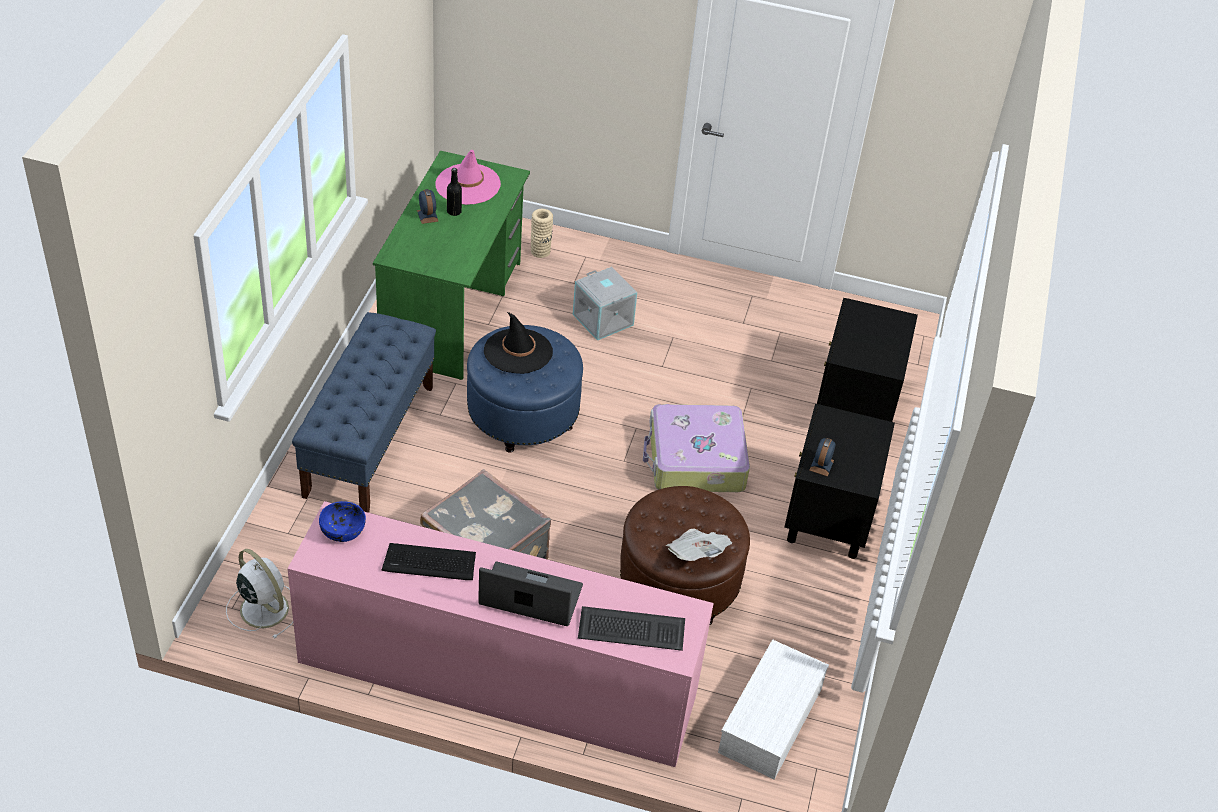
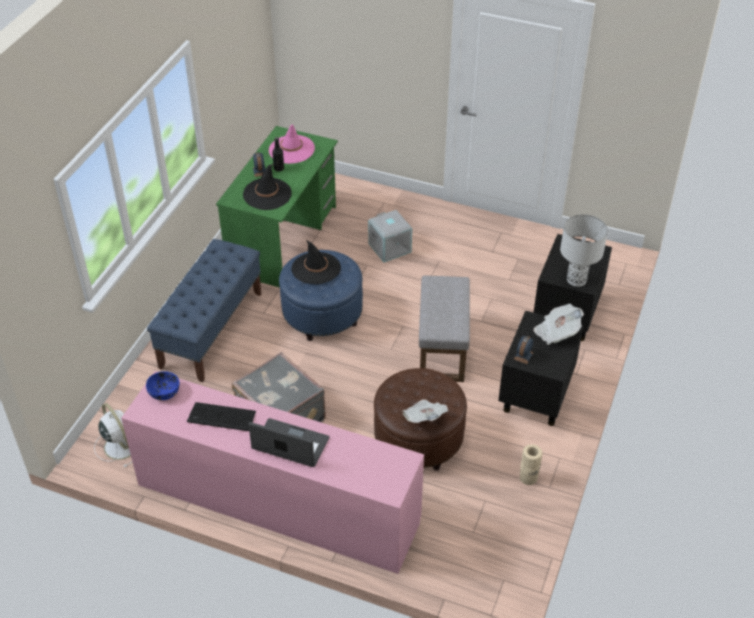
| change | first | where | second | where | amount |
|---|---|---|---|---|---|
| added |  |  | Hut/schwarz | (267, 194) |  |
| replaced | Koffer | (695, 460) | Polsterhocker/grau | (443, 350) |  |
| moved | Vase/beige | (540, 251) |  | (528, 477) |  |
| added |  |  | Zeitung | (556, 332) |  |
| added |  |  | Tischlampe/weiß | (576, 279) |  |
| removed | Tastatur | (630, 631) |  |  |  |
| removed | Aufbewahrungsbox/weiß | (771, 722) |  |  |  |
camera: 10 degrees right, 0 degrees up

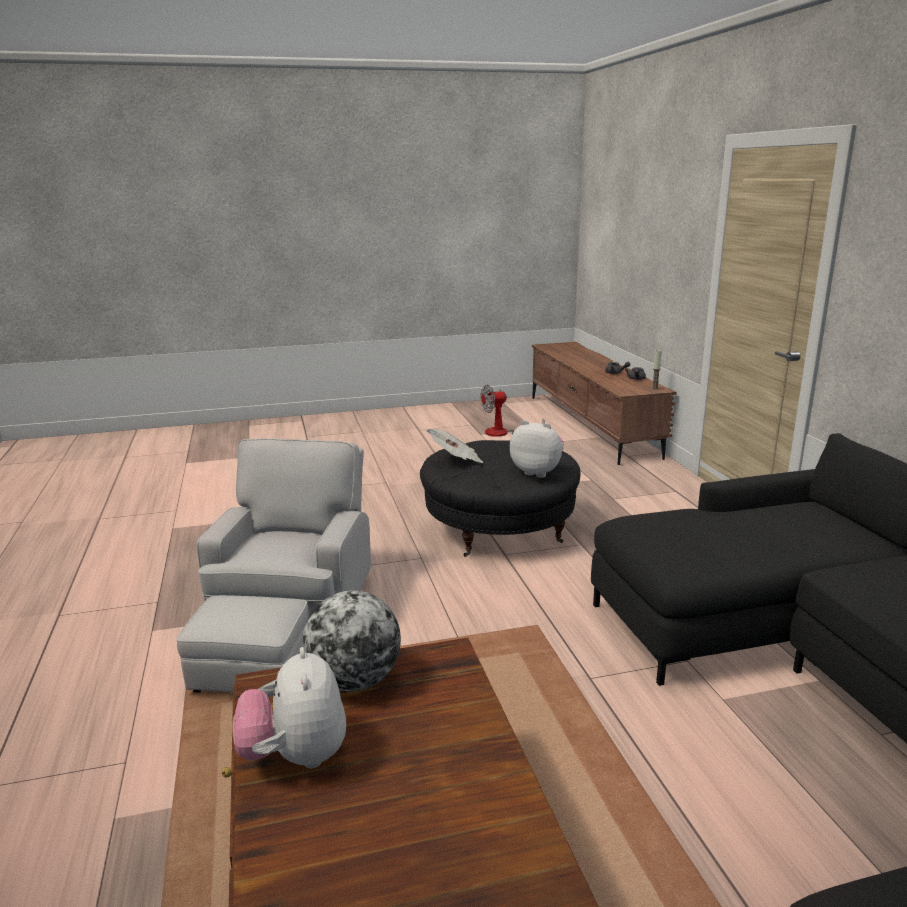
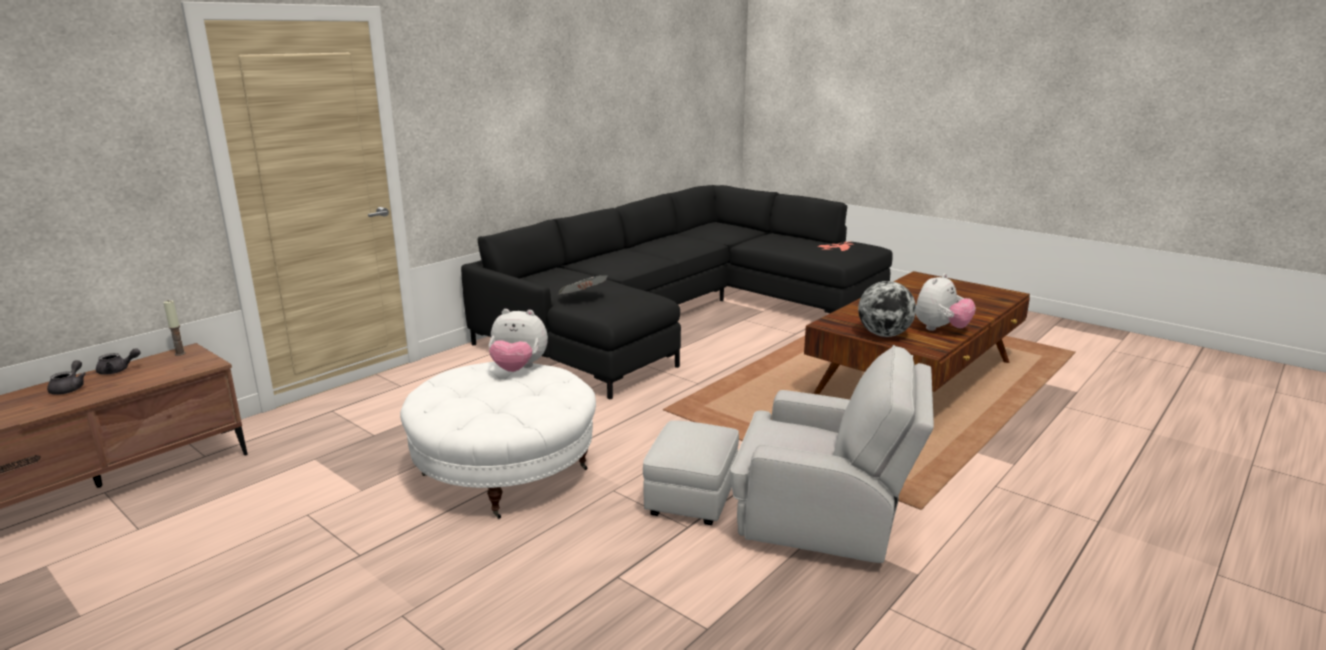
| change | first | where | second | where | amount |
|---|---|---|---|---|---|
| recoloured | Polsterhocker/schwarz | (499, 529) | Polsterhocker/weiß | (505, 472) |  |
| turned | Plüschtier | (537, 472) |  | (518, 369) | 75 degrees counterclockwise |
| moved | Zeitung | (455, 460) |  | (582, 298) |  |
| turned | Sessel/weiß | (286, 614) |  | (791, 514) | 135 degrees counterclockwise |
| removed | Ventilator | (503, 434) |  |  |  |
camera: 125 degrees left, 0 degrees up

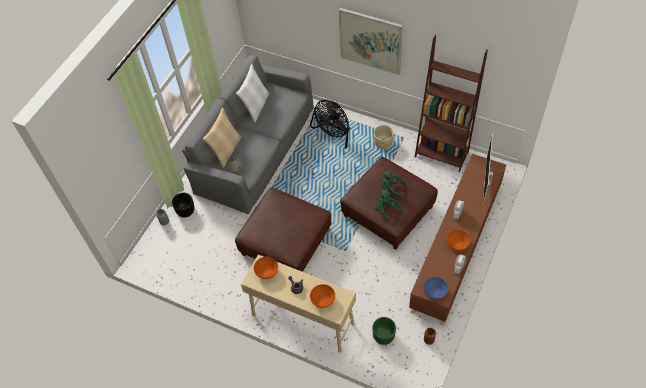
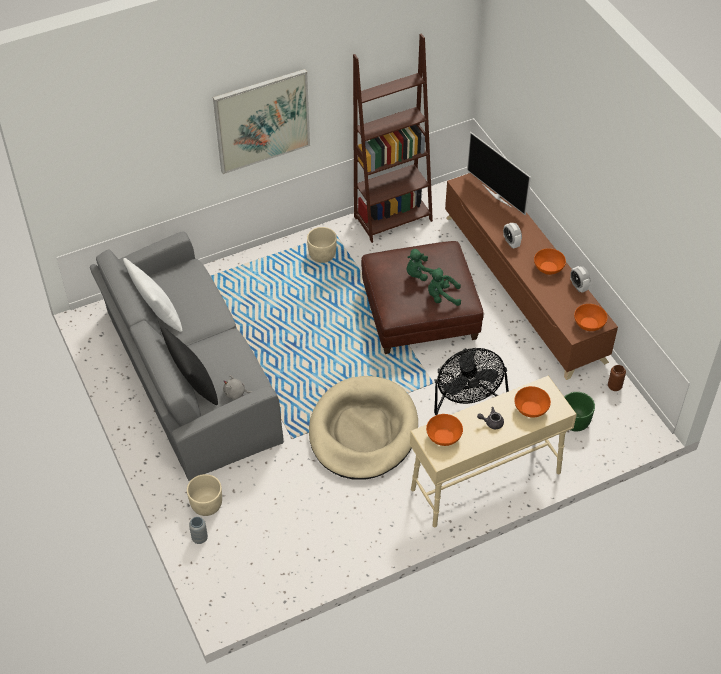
| change | first | where | second | where | amount |
|---|---|---|---|---|---|
| recoloured | Kissen/beige | (226, 150) | Kissen/schwarz | (193, 385) |  |
| recoloured | Pflanzkübel/schwarz | (185, 210) | Pflanzkübel/beige | (206, 504) |  |
| replaced | Polsterhocker/braun | (285, 242) | Hundebett/beige | (363, 431) |  |
| moved | Ventilator/schwarz | (333, 132) |  | (463, 397) |  |
| recoloured | Schüssel/blau | (435, 291) | Schüssel/orange | (589, 324) |  |
camera: 55 degrees left, 5 degrees down

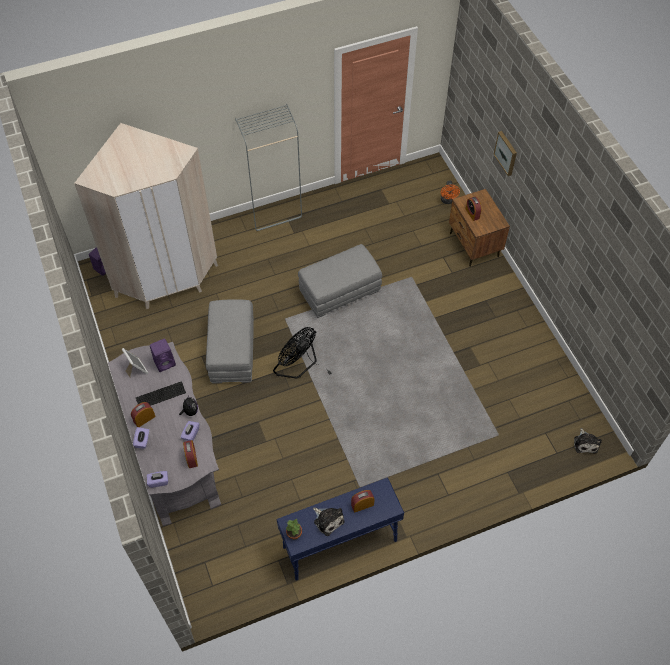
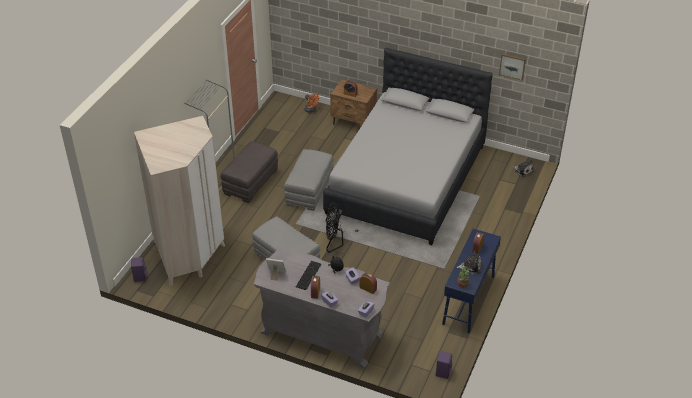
| change | first | where | second | where | amount |
|---|---|---|---|---|---|
| added |  |  | Polsterhocker/grau | (250, 182) |  |
| added |  |  | Bett/grau | (407, 179) |  |
| moved | Lautsprecher/lila | (165, 362) |  | (443, 371) |  |
| moved | Bild | (506, 153) |  | (512, 66) |  |
camera: 45 degrees left, 15 degrees down

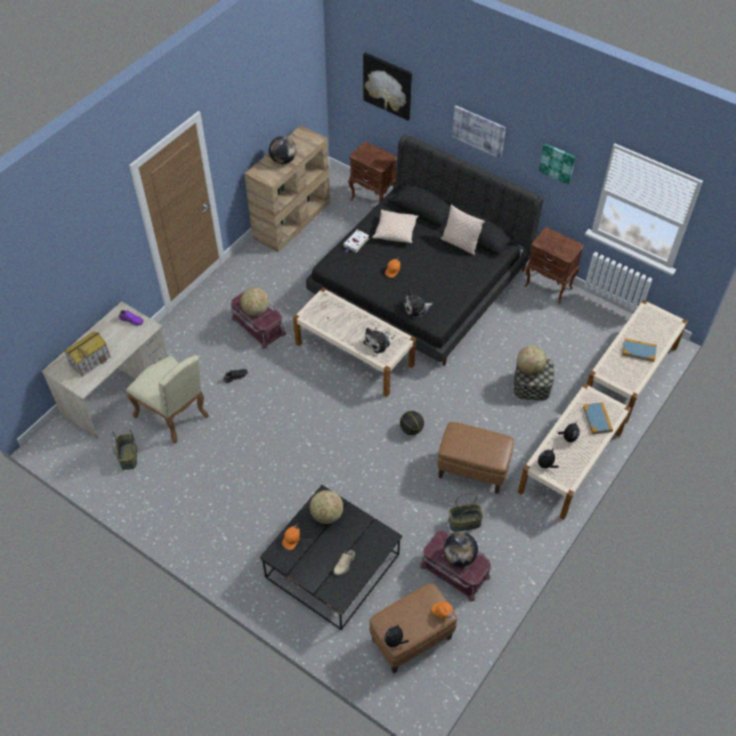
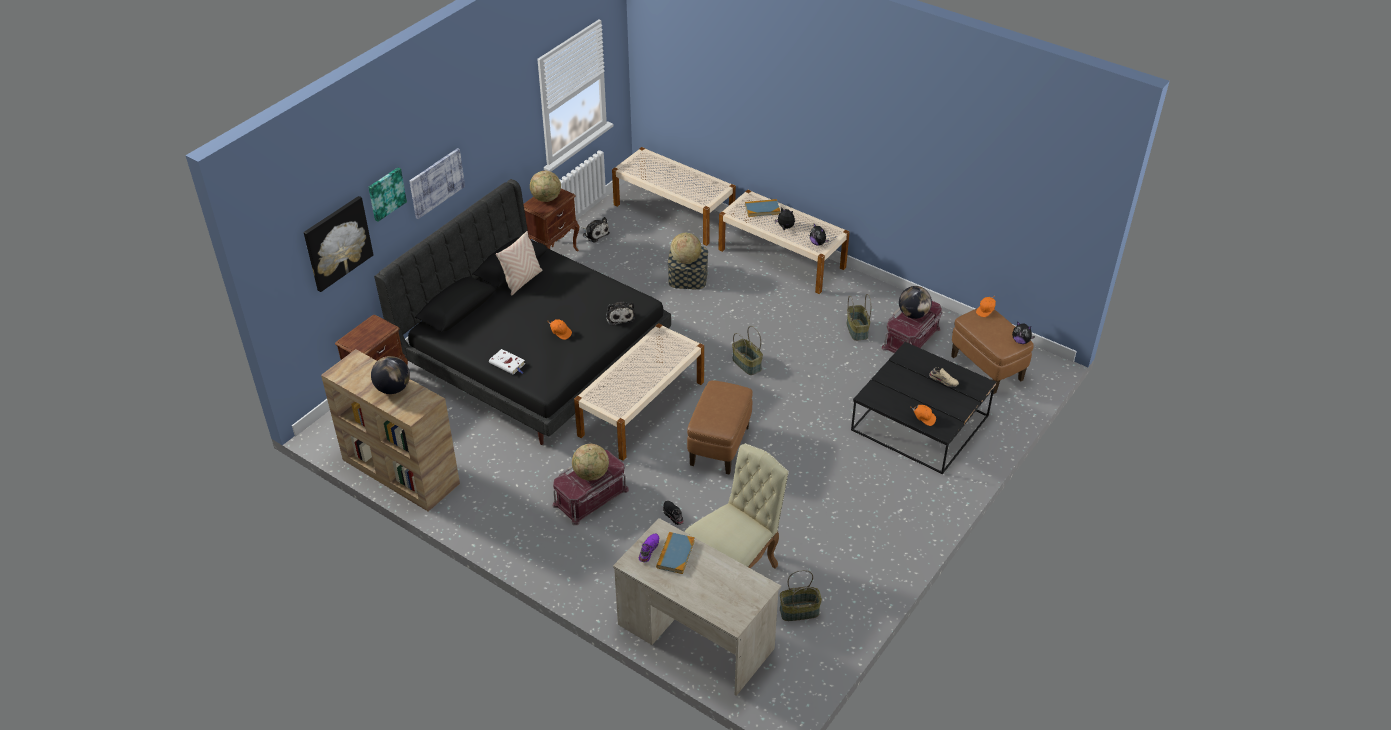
| change | first | where | second | where | amount |
|---|---|---|---|---|---|
| moved | Bild | (557, 162) |  | (386, 193) |  |
| moved | Globus | (326, 515) |  | (546, 199) |  |
| moved | Plüschtier | (378, 343) |  | (595, 234) |  |
| moved | Buch | (639, 351) |  | (675, 554) |  |
| moved | Polsterhocker/braun | (472, 470) |  | (719, 446) |  |
| replaced | Basketball | (411, 429) | Korb | (747, 364) |  |
| removed | Spielzeughaus | (90, 361) |  |  |  |
| removed | Kissen/beige | (395, 231) |  |  |  |
camera: 90 degrees left, 10 degrees down

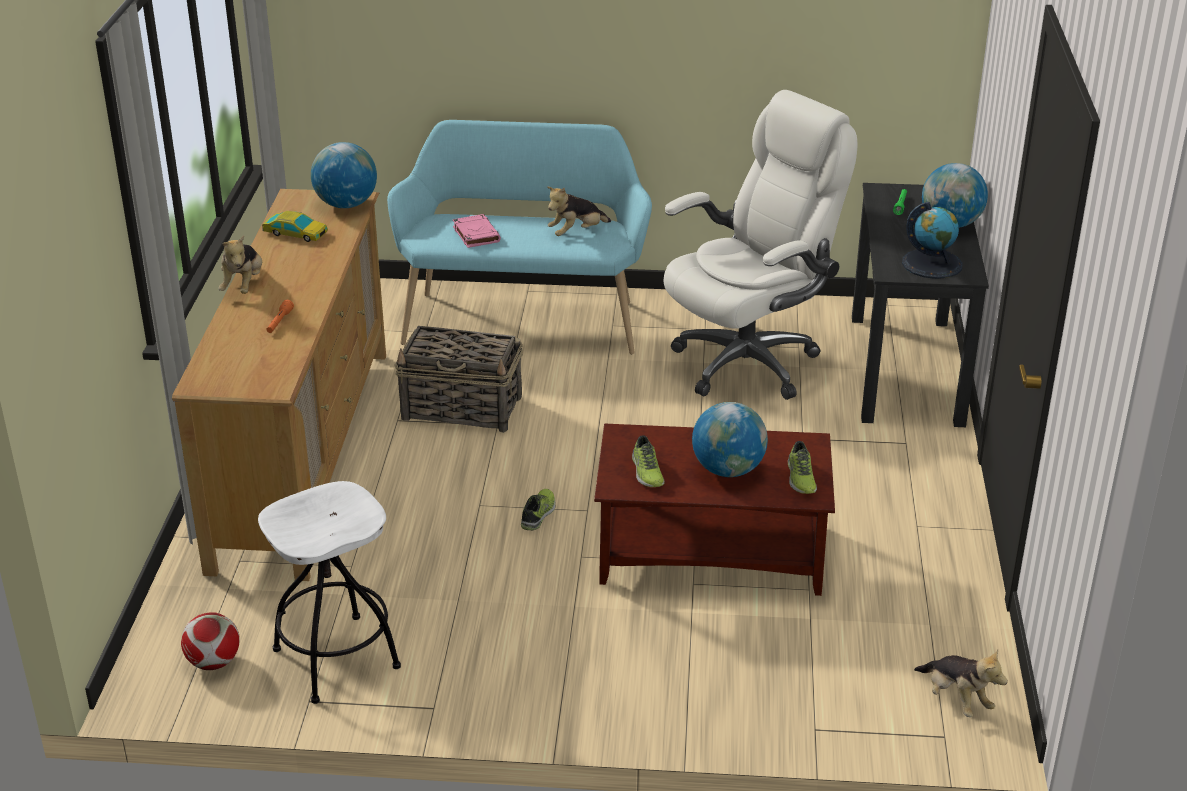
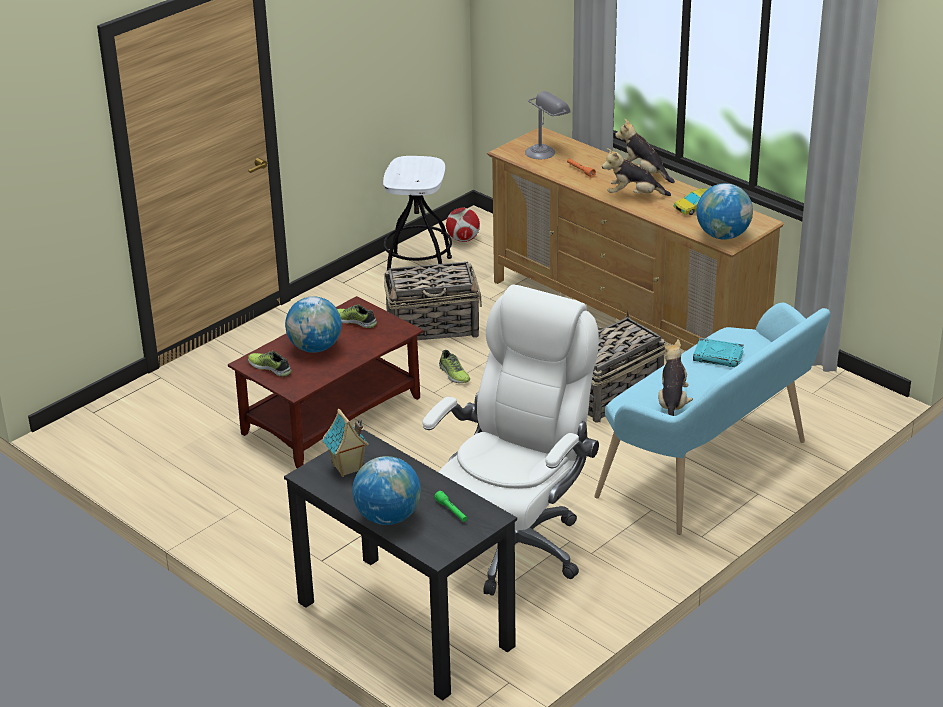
| change | first | where | second | where | amount |
|---|---|---|---|---|---|
| replaced | Globus | (932, 263) | Spielzeughaus | (347, 469) |  |
| added |  |  | Korb | (434, 327) |  |
| turned | Bürostuhl/weiß | (748, 363) |  | (515, 547) | 150 degrees counterclockwise |
| added |  |  | Tischlampe/grau | (545, 150) |  |
| moved | Plüschtier | (956, 699) |  | (633, 195) |  |
| recoloured | Buch/rosa | (476, 234) | Buch/türkis | (718, 356) |  |
camera: 130 degrees right, 0 degrees up

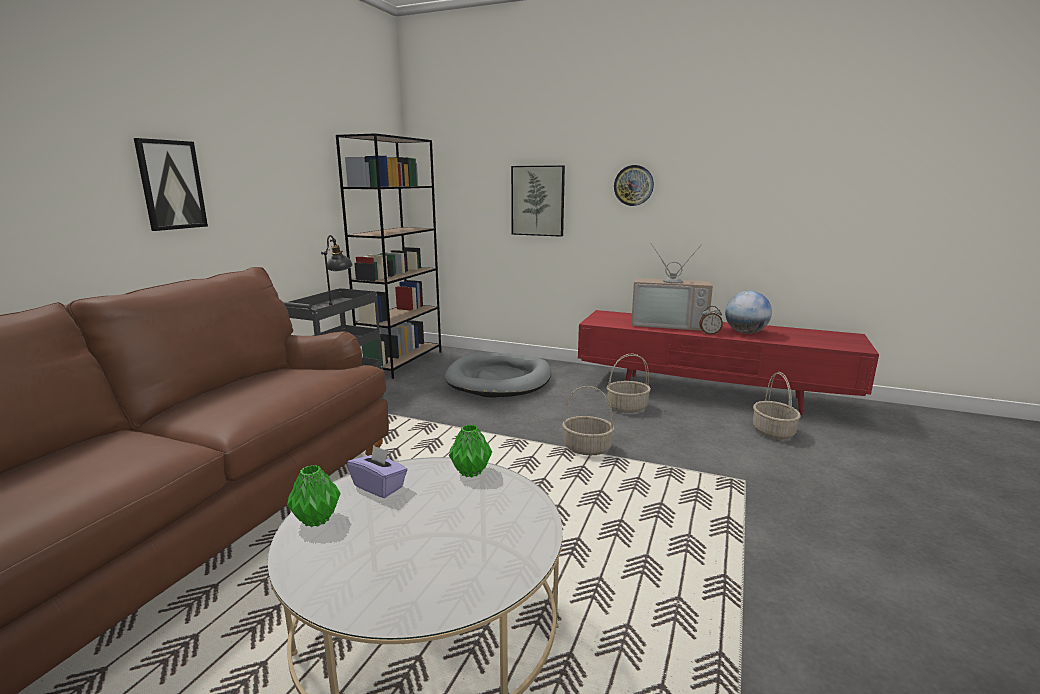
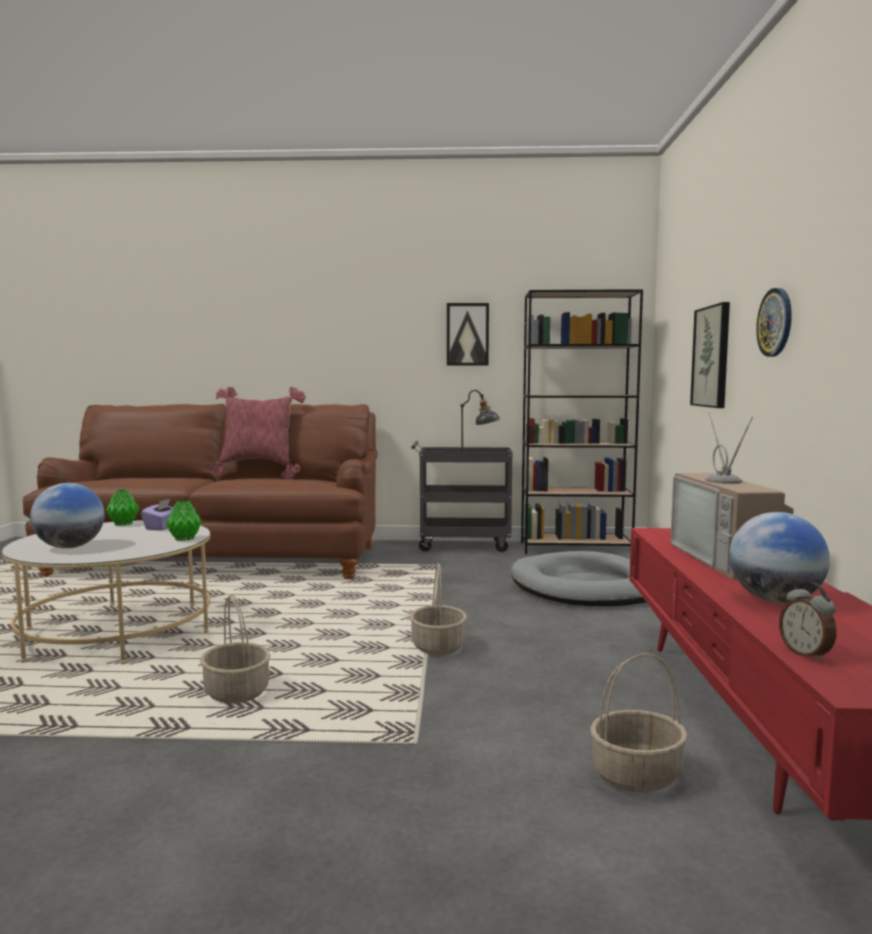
| change | first | where | second | where | amount |
|---|---|---|---|---|---|
| added |  |  | Globus | (70, 547) |  |
| moved | Korb | (627, 407) |  | (237, 692) |  |
| added |  |  | Kissen/rot | (259, 476) |  |
| moved | Bild | (171, 185) |  | (467, 334) |  |
| moved | Wecker | (709, 333) |  | (806, 654) |  |
camera: 70 degrees right, 10 degrees down

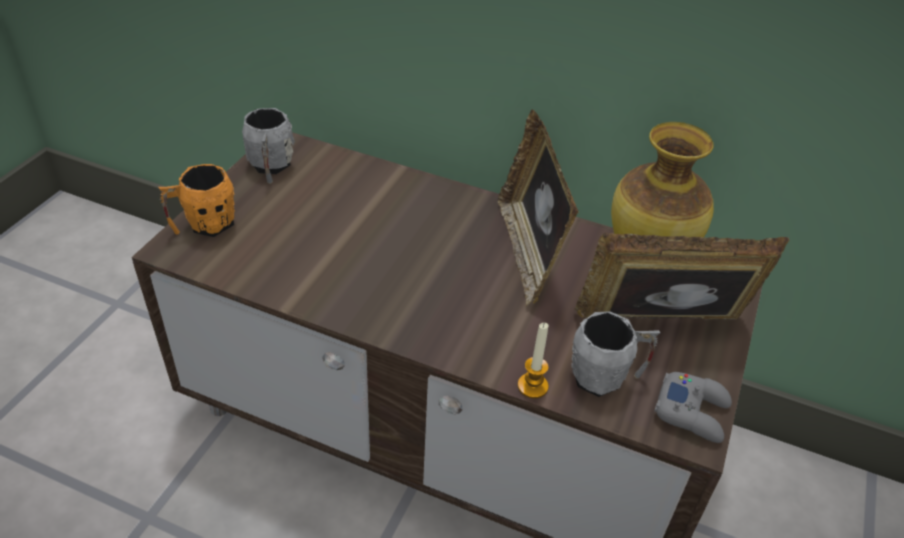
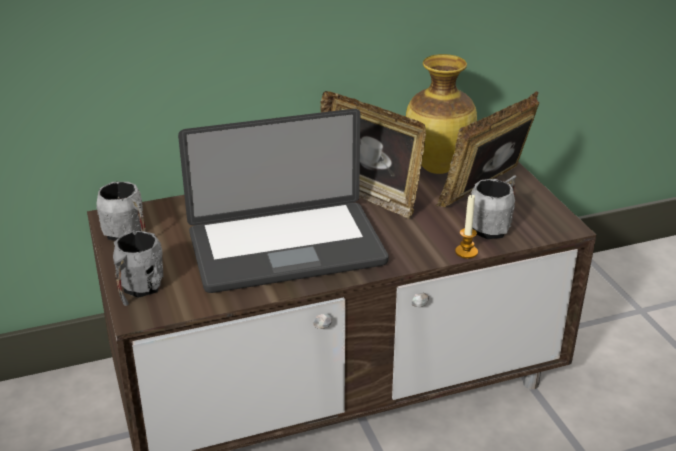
| change | first | where | second | where | amount |
|---|---|---|---|---|---|
| recoloured | Henkelbecher/orange | (203, 225) | Henkelbecher/grau | (138, 290) |  |
| added |  |  | Laptop | (286, 249) |  |
| removed | Gamepad/grau | (692, 412) |  |  |  |
camera: 40 degrees left, 10 degrees down

